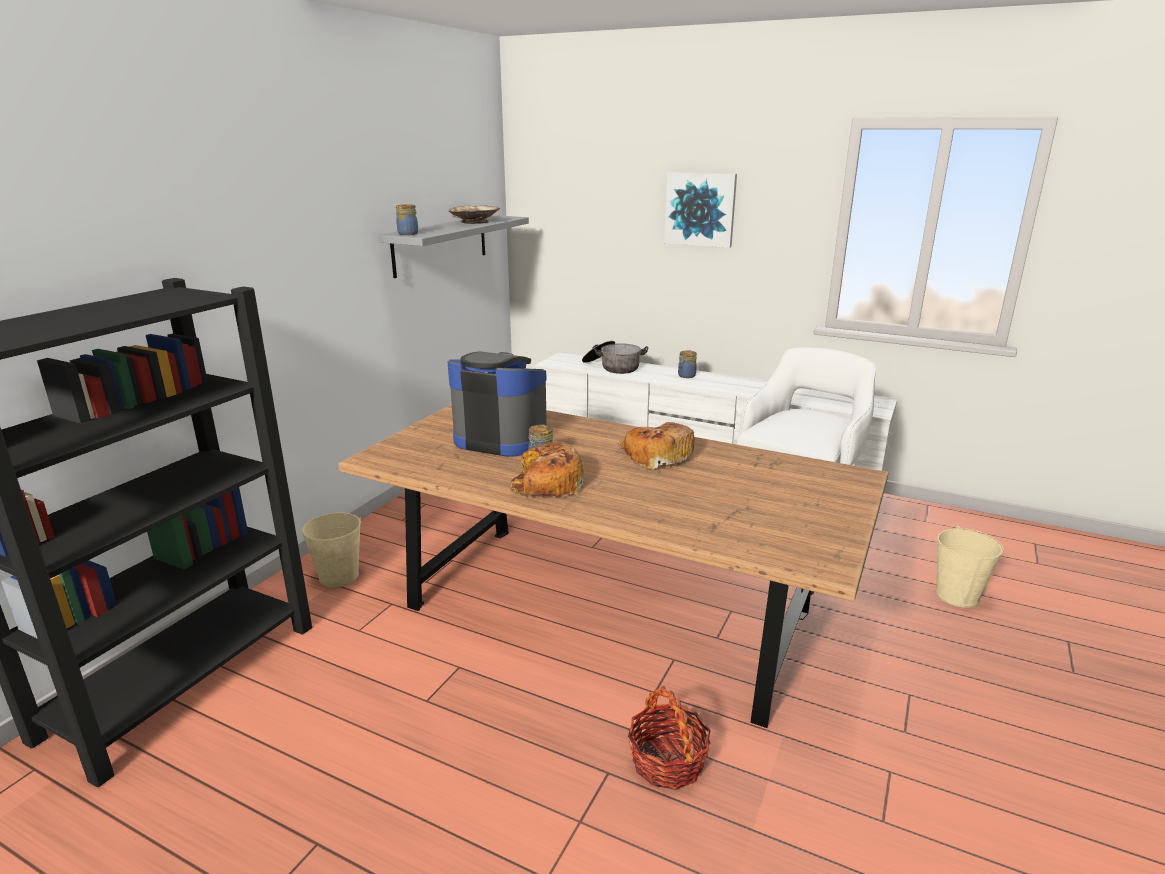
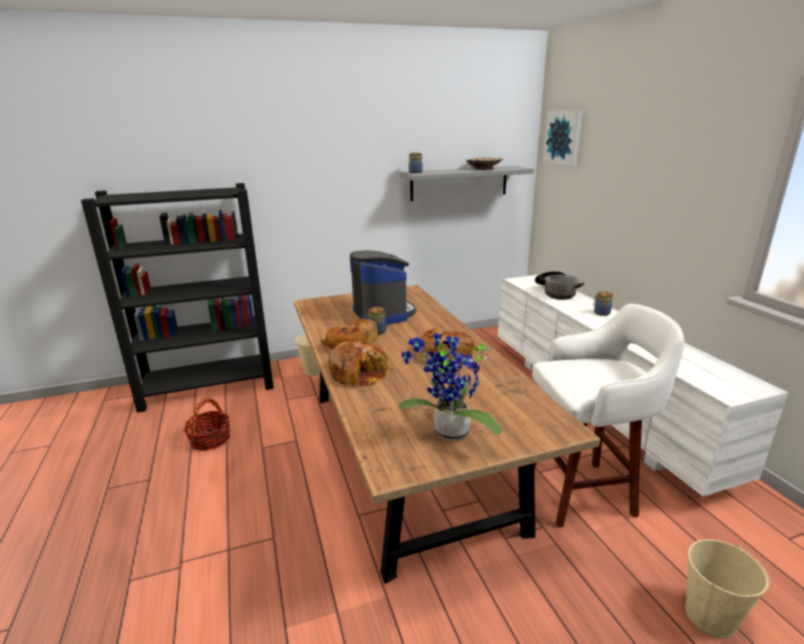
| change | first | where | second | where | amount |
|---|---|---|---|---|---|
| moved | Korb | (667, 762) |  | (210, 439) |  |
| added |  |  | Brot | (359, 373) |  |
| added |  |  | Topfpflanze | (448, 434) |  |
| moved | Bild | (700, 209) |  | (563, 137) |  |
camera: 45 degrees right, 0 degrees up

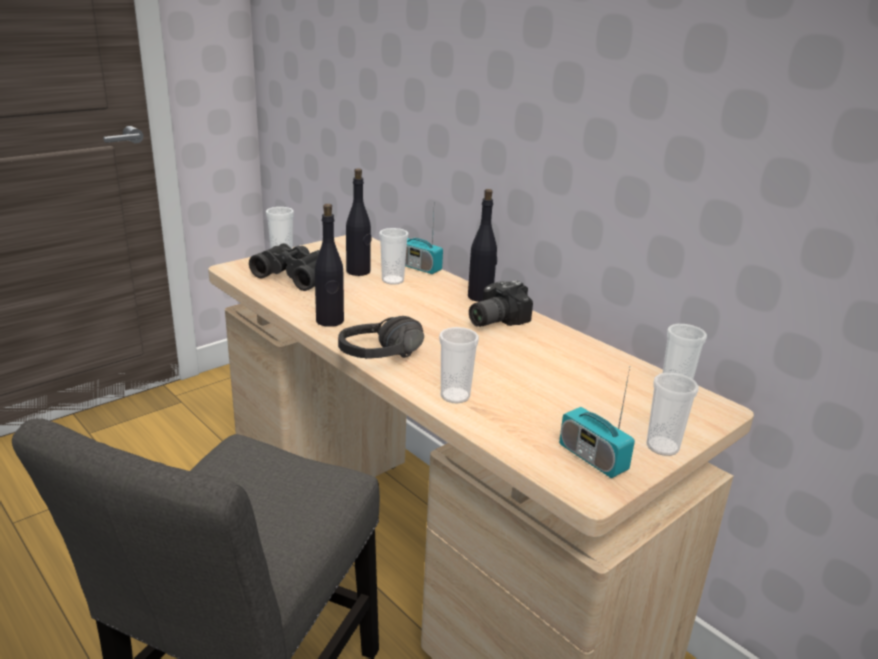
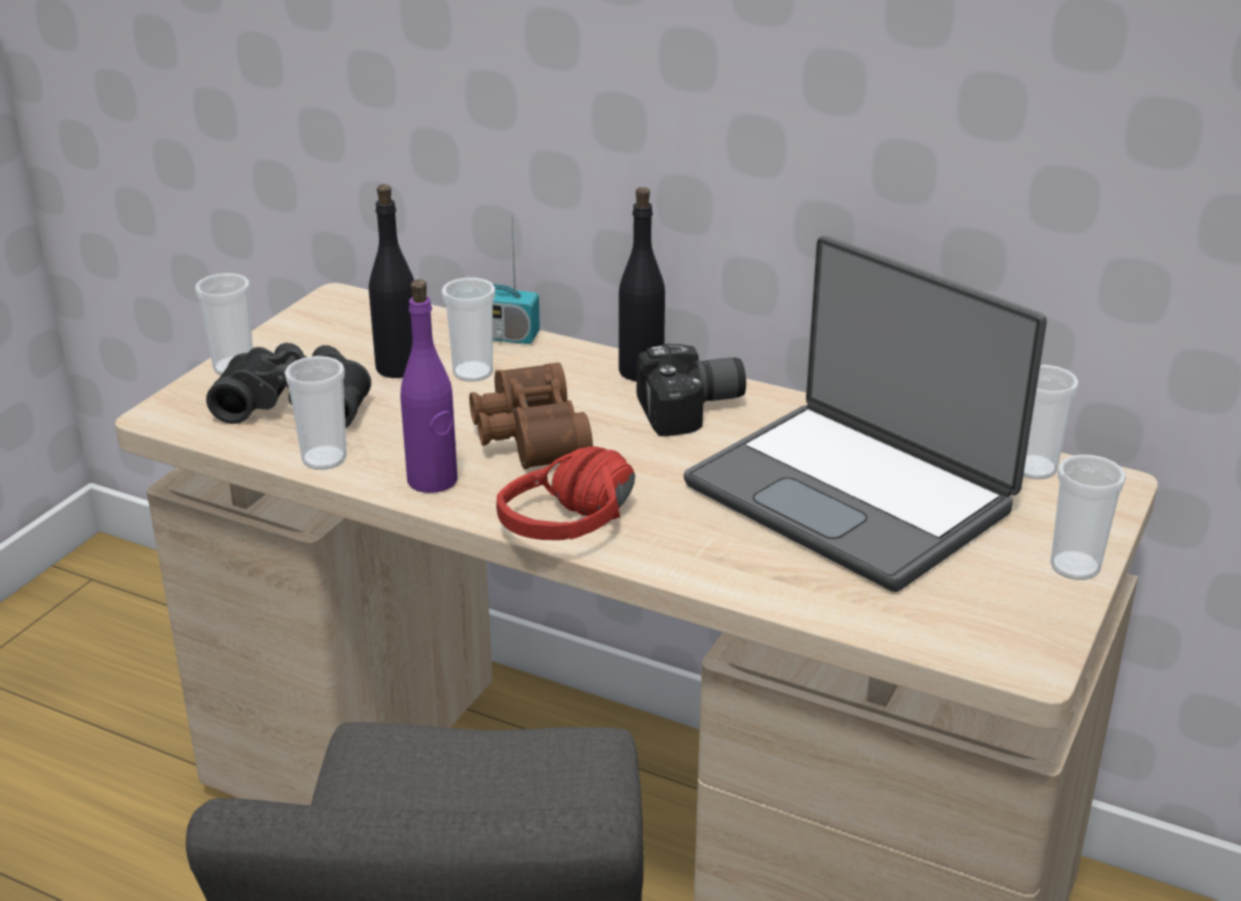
| change | first | where | second | where | amount |
|---|---|---|---|---|---|
| moved | Tasse | (455, 396) |  | (324, 459) |  |
| recoloured | Flasche/schwarz | (330, 321) | Flasche/lila | (433, 480) |  |
| added |  |  | Fernglas/braun | (526, 436) |  |
| recoloured | Kopfhörer/schwarz | (387, 361) | Kopfhörer/rot | (587, 531) |  |
| turned | Kamera | (493, 320) |  | (693, 411) | 135 degrees counterclockwise |
| added |  |  | Laptop | (853, 495) |  |
| removed | Radio | (592, 458) |  |  |  |
camera: 20 degrees left, 5 degrees up

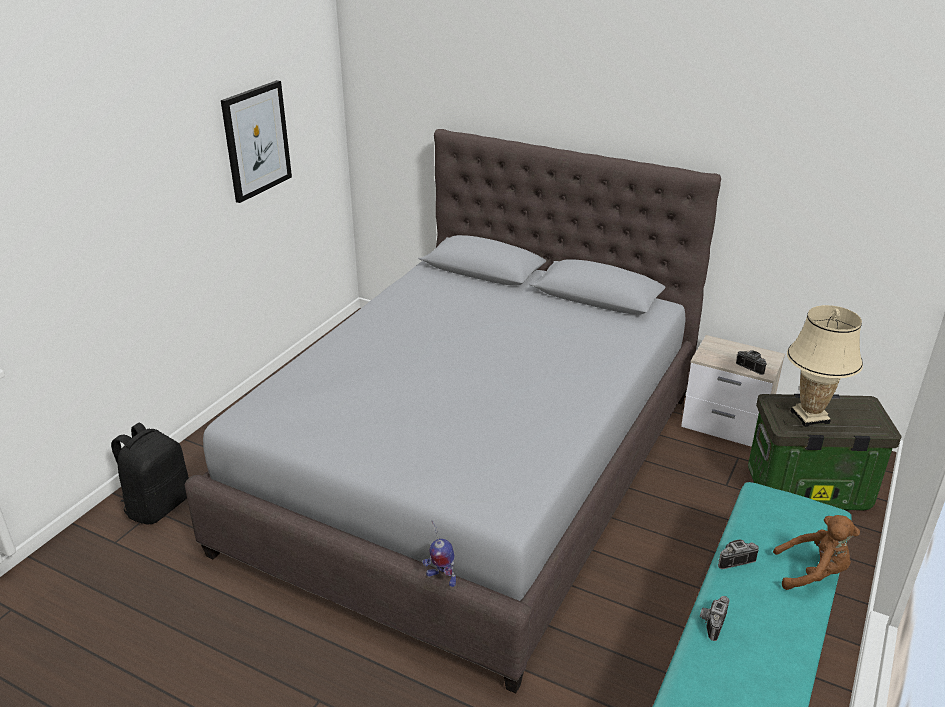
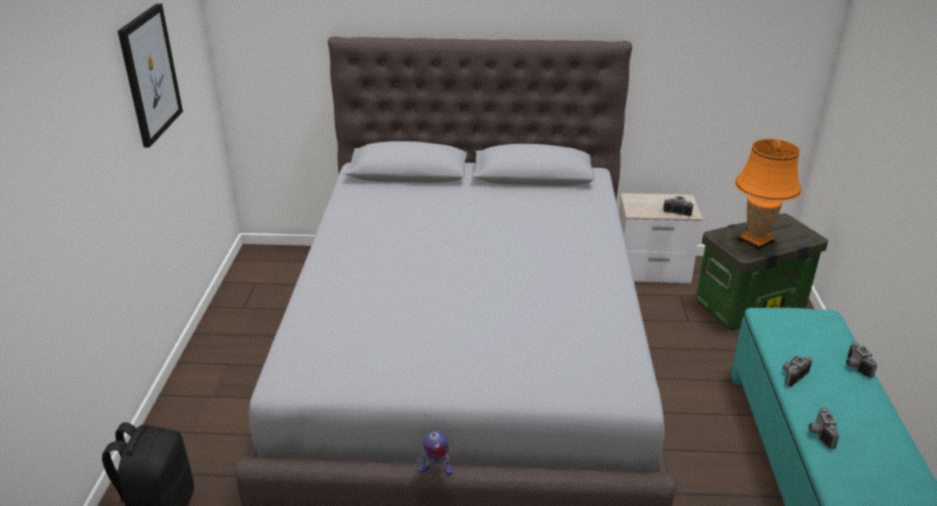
| change | first | where | second | where | amount |
|---|---|---|---|---|---|
| moved | Spielzeugroboter | (441, 578) |  | (435, 470) |  |
| recoloured | Tischlampe/beige | (810, 417) | Tischlampe/orange | (756, 241) |  |
| replaced | Plüschtier/braun | (813, 573) | Kamera | (854, 367) |  |
camera: 25 degrees left, 0 degrees up

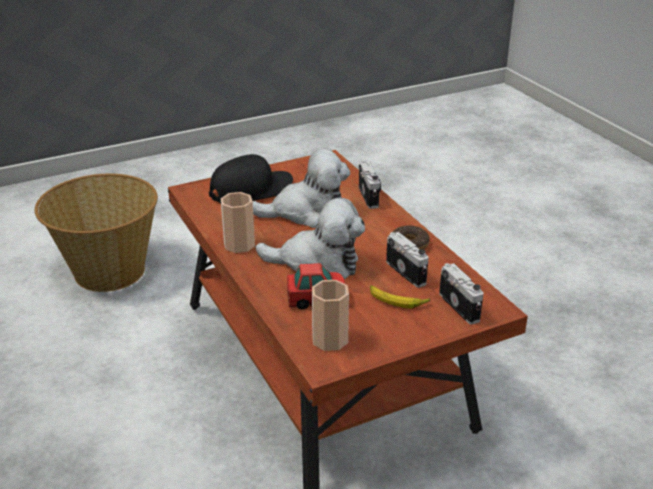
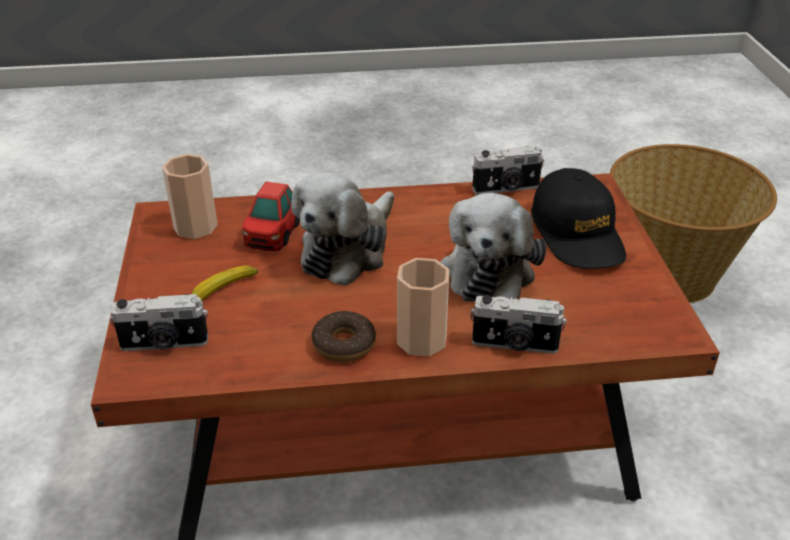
| change | first | where | second | where | amount |
|---|---|---|---|---|---|
| moved | Tasse | (239, 245) |  | (421, 340) |  |
| moved | Kamera | (407, 272) |  | (506, 189) |  |
camera: 110 degrees right, 5 degrees up

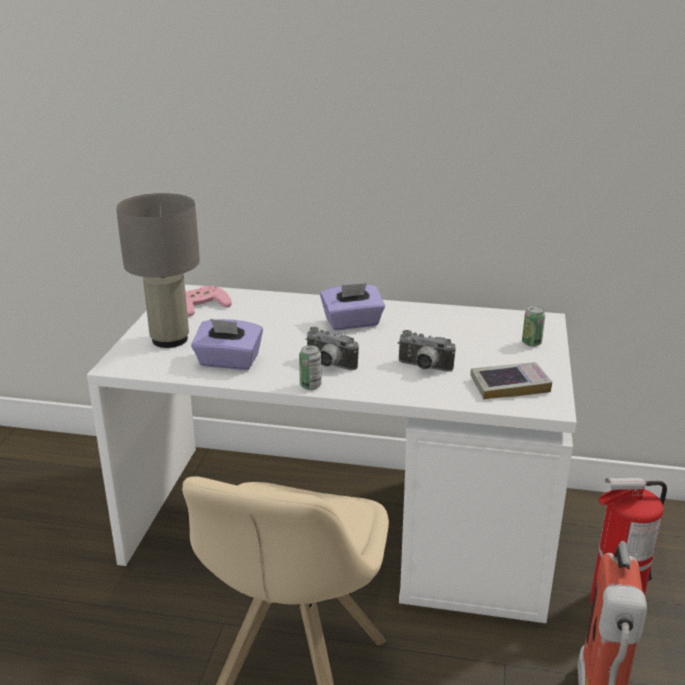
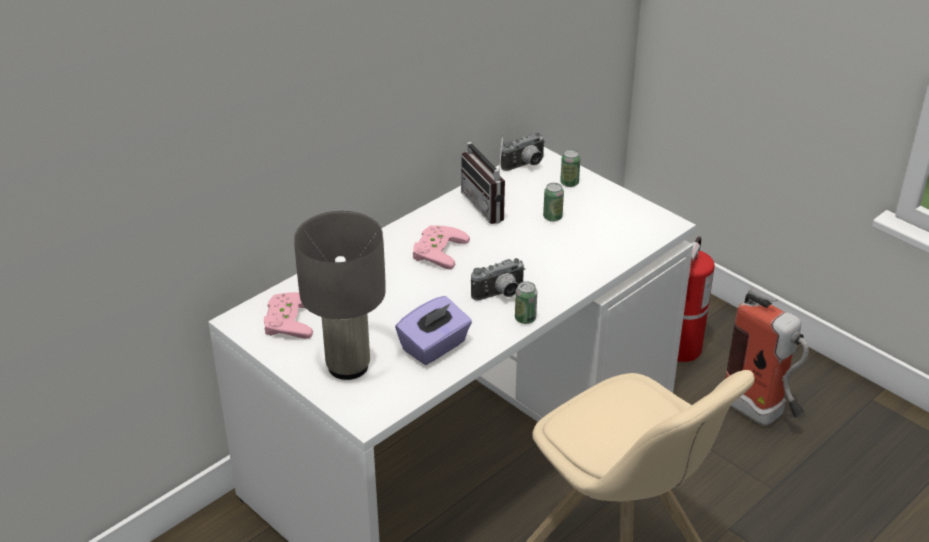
| change | first | where | second | where | amount |
|---|---|---|---|---|---|
| replaced | Taschentuchbox/lila | (352, 323) | Gamepad/rosa | (436, 250) |  |
| added |  |  | Radio | (489, 206) |  |
| moved | Kamera | (423, 368) |  | (525, 165) |  |
| added |  |  | Dose | (552, 217) |  |
| removed | Buch | (509, 385) |  |  |  |
camera: 55 degrees left, 10 degrees up

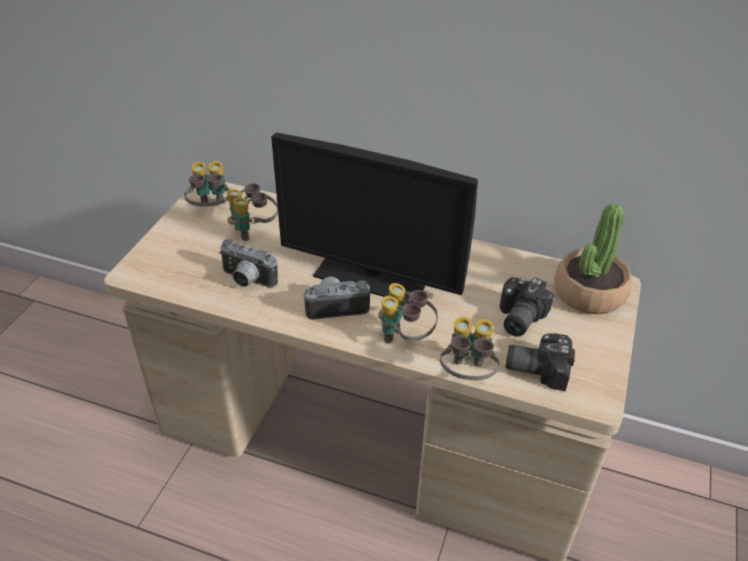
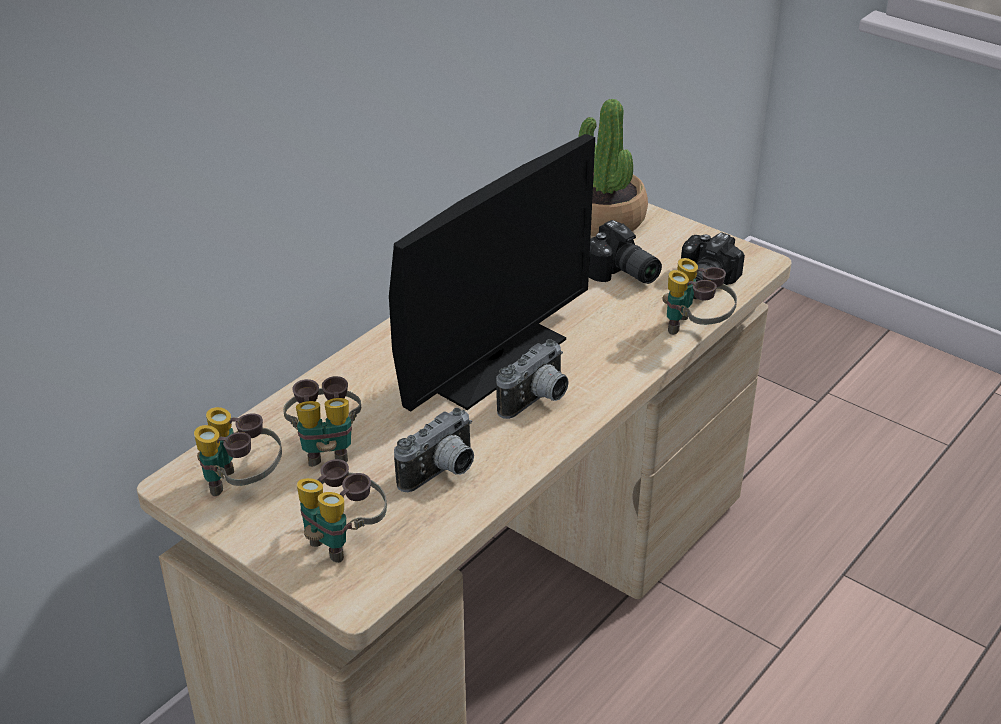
| change | first | where | second | where | amount |
|---|---|---|---|---|---|
| moved | Fernglas | (405, 338) |  | (343, 539) |  |
| turned | Kamera | (336, 306) |  | (537, 401) | 150 degrees counterclockwise |
camera: 70 degrees left, 5 degrees down

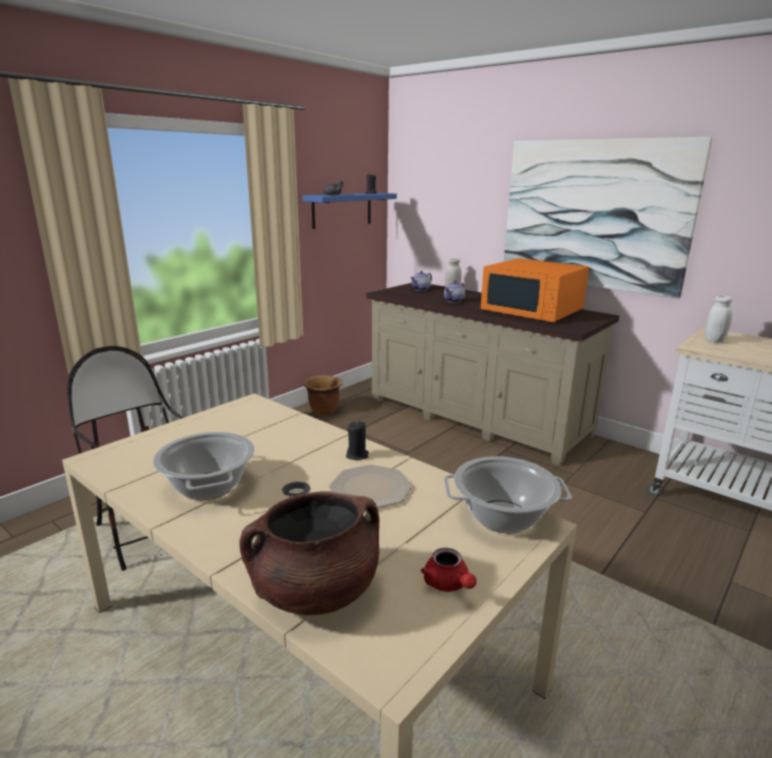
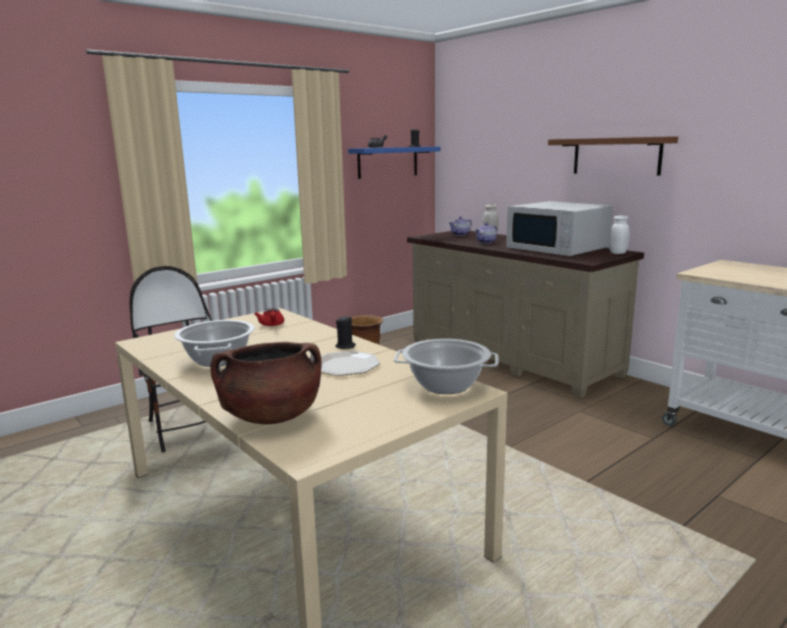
| change | first | where | second | where | amount |
|---|---|---|---|---|---|
| moved | Teekanne/rot | (448, 584) |  | (272, 325) |  |
| recoloured | Mikrowelle/orange | (532, 310) | Mikrowelle/weiß | (558, 249) |  |
| replaced | Bild | (594, 215) | Wandregal/braun | (616, 156) |  |
| moved | Vorratsglas/weiß | (714, 340) |  | (618, 253) |  |
camera: 10 degrees right, 5 degrees down

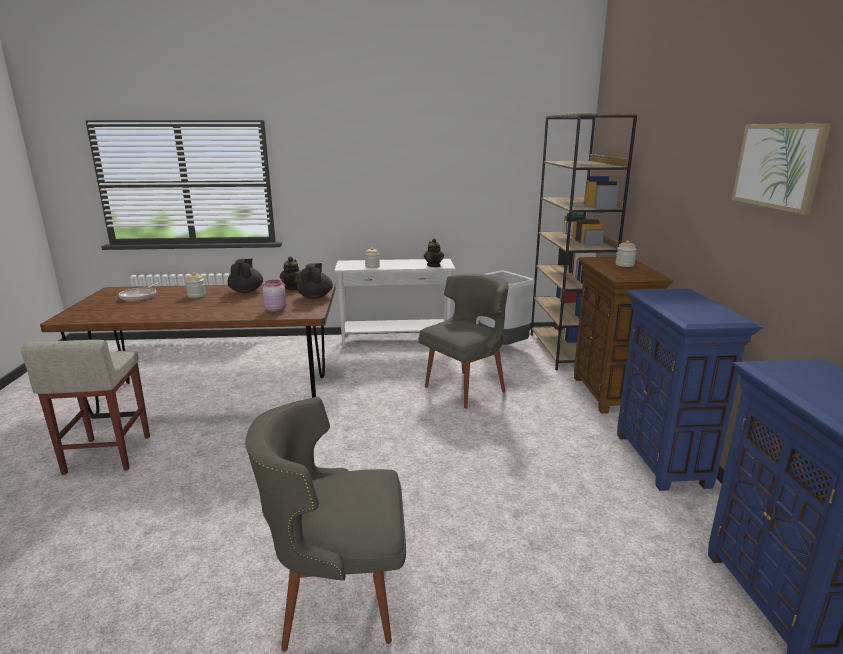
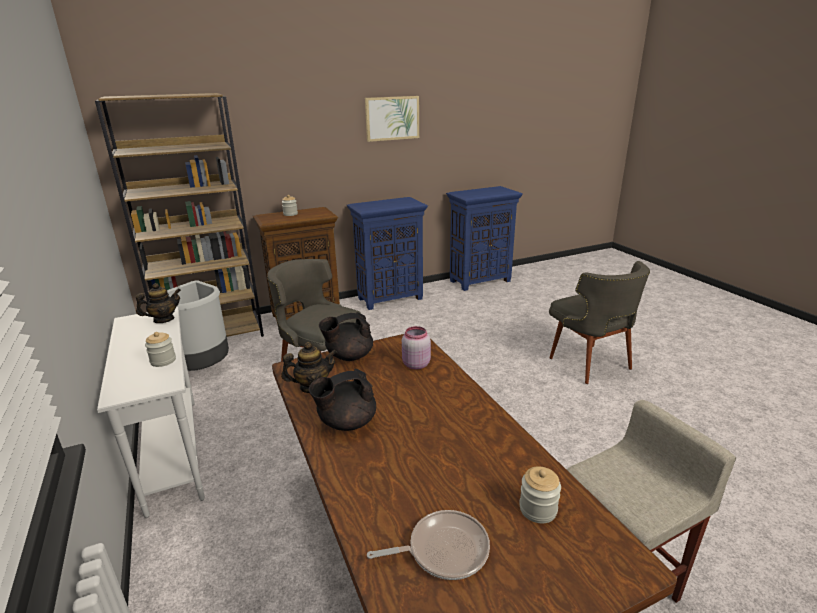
| change | first | where | second | where | amount |
|---|---|---|---|---|---|
| moved | Vorratsglas | (196, 295) |  | (538, 509) |  |
camera: 110 degrees left, 5 degrees up

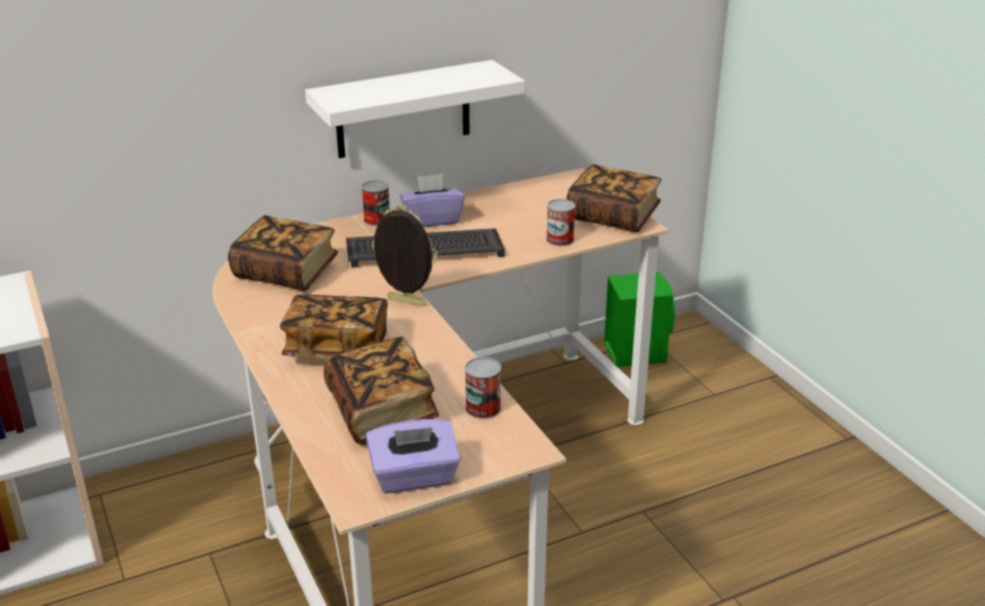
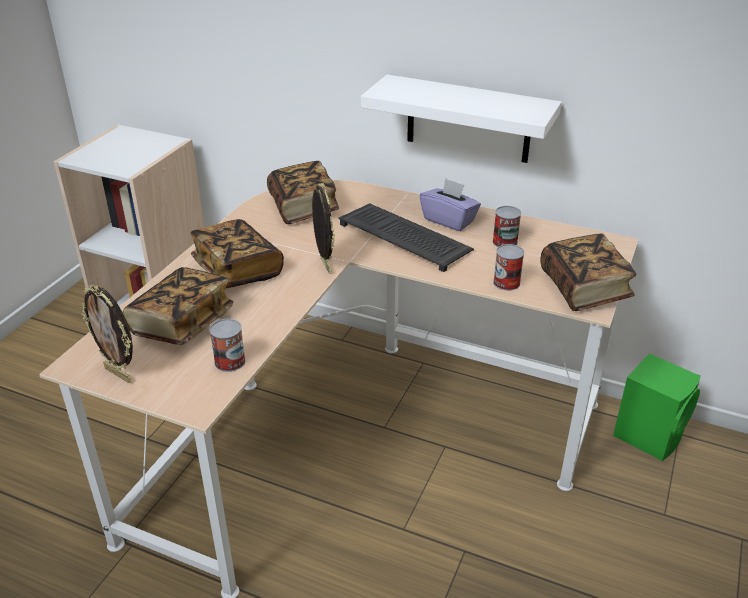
| change | first | where | second | where | amount |
|---|---|---|---|---|---|
| replaced | Taschentuchbox/lila | (414, 477) | Bilderrahmen | (119, 374) |  |
| moved | Dose | (377, 219) |  | (505, 242) |  |
camera: 50 degrees right, 5 degrees up

